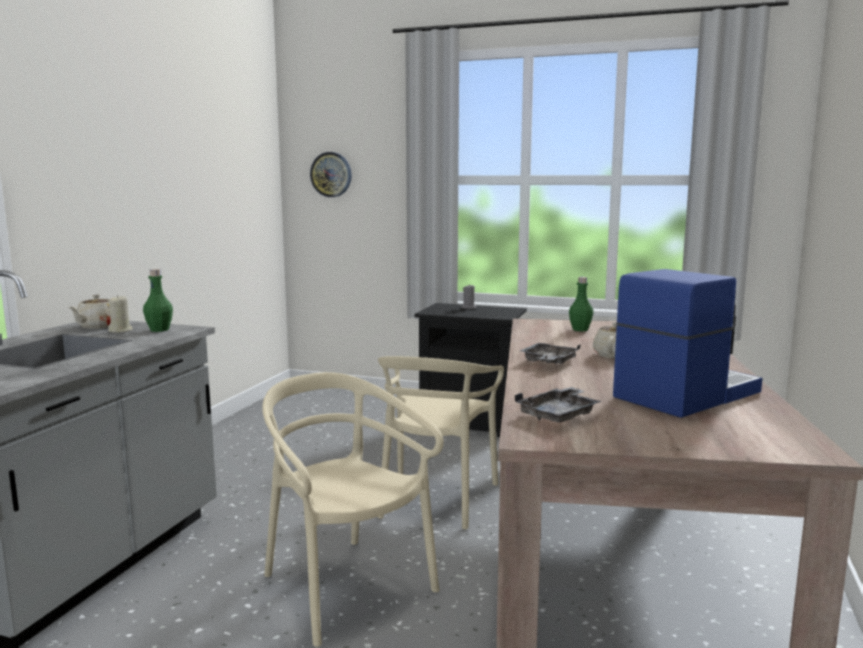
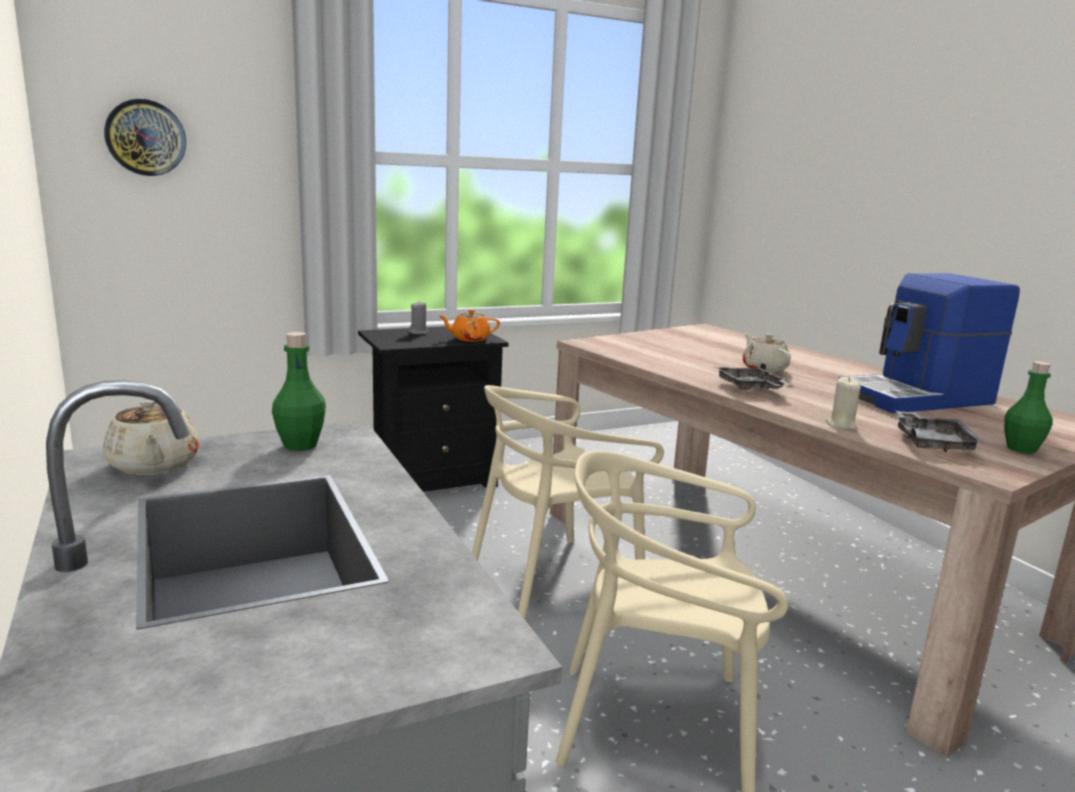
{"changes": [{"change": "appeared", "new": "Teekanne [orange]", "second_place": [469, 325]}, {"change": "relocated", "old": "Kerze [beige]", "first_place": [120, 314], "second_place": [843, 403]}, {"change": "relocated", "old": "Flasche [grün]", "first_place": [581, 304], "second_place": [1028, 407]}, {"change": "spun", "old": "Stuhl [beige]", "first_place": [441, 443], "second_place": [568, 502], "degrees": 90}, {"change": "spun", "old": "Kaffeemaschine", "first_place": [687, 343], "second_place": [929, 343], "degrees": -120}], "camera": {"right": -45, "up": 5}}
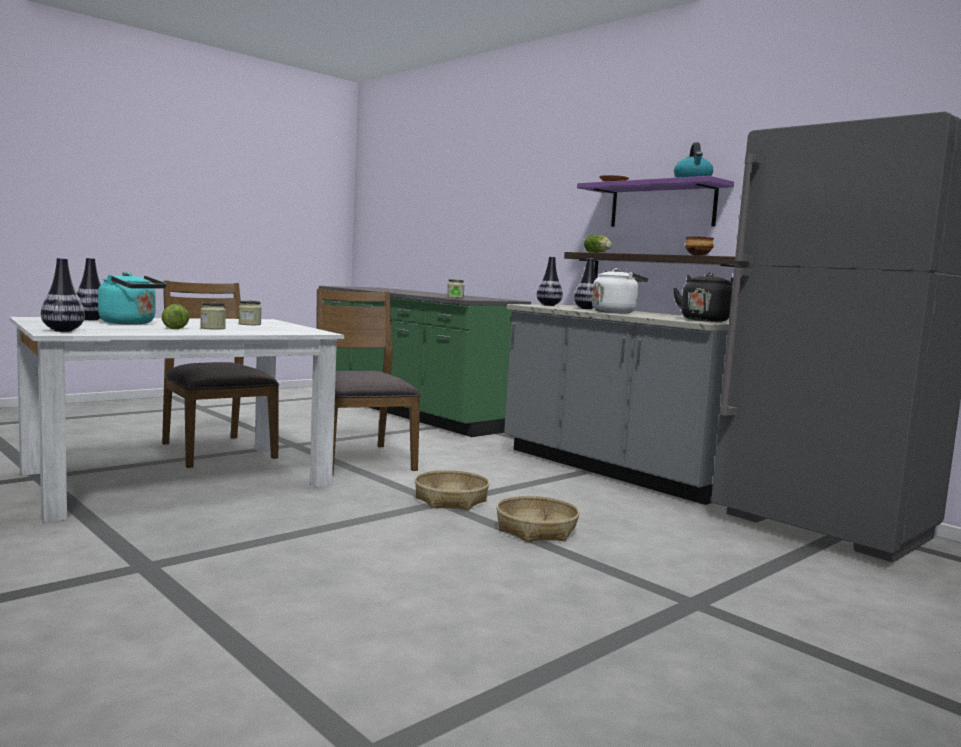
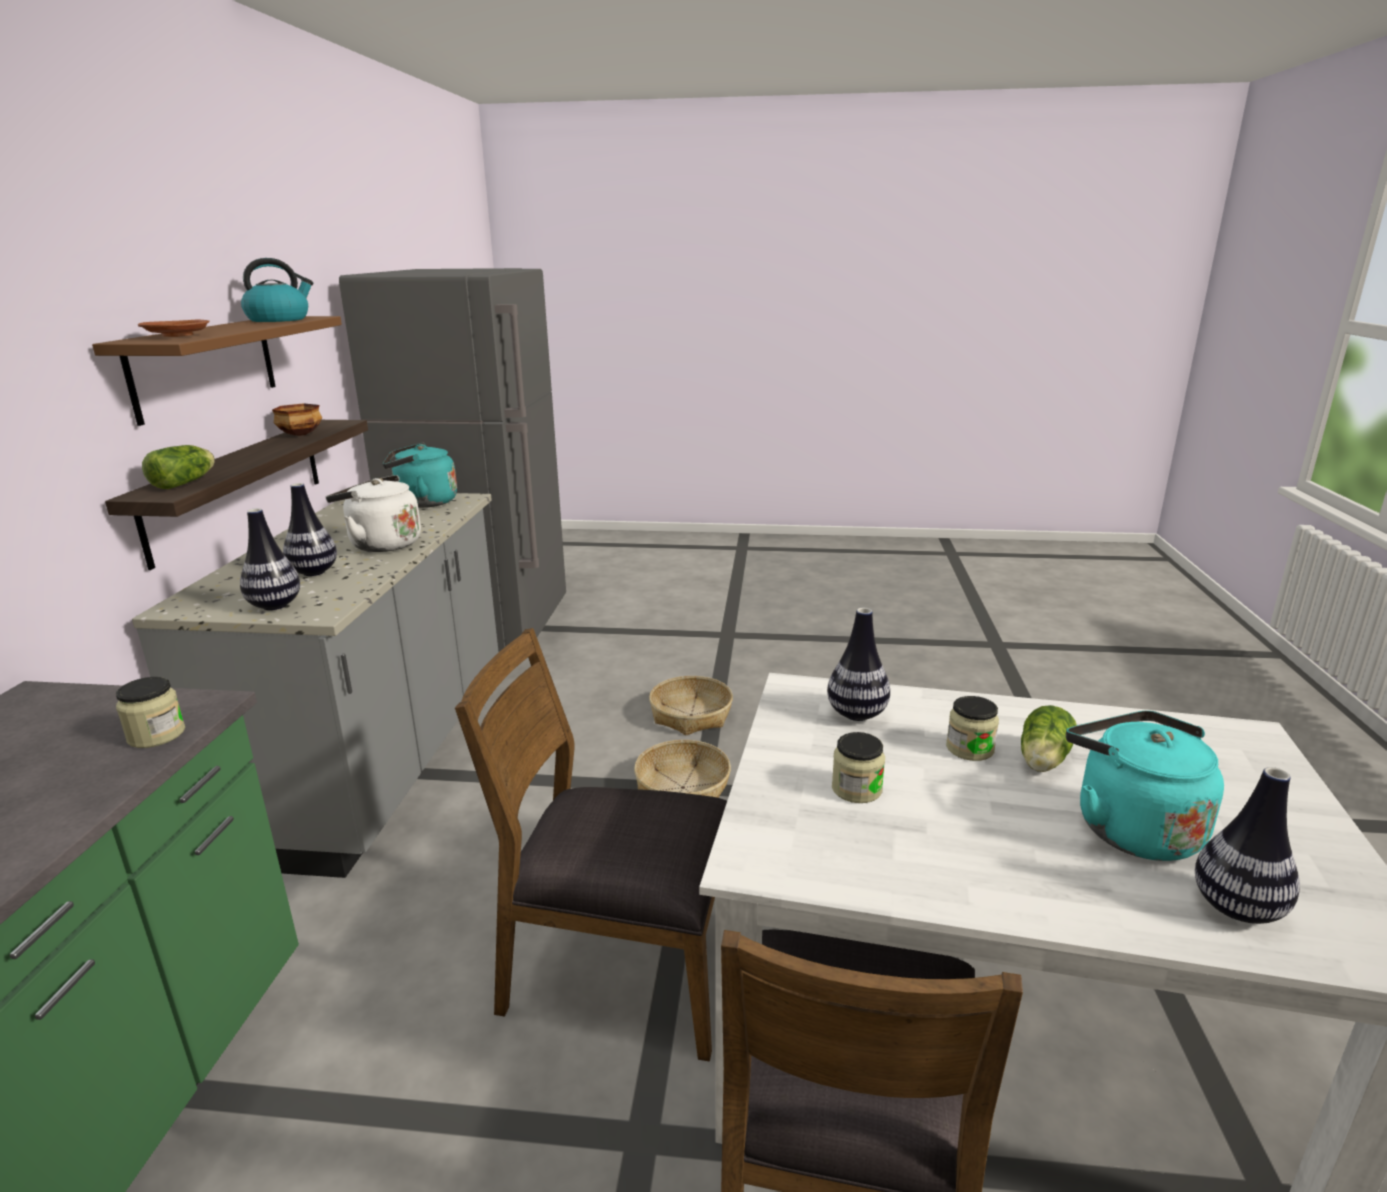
{"changes": [{"change": "relocated", "old": "Vase", "first_place": [63, 295], "second_place": [858, 664]}, {"change": "colour", "old": "Wandregal [lila]", "new": "Wandregal [braun]", "first_place": [655, 201], "second_place": [217, 371]}, {"change": "colour", "old": "Wasserkessel [schwarz]", "new": "Wasserkessel [türkis]", "first_place": [703, 297], "second_place": [419, 475]}, {"change": "spun", "old": "Stuhl [braun]", "first_place": [368, 382], "second_place": [591, 845], "degrees": 75}], "camera": {"right": -130, "up": 15}}
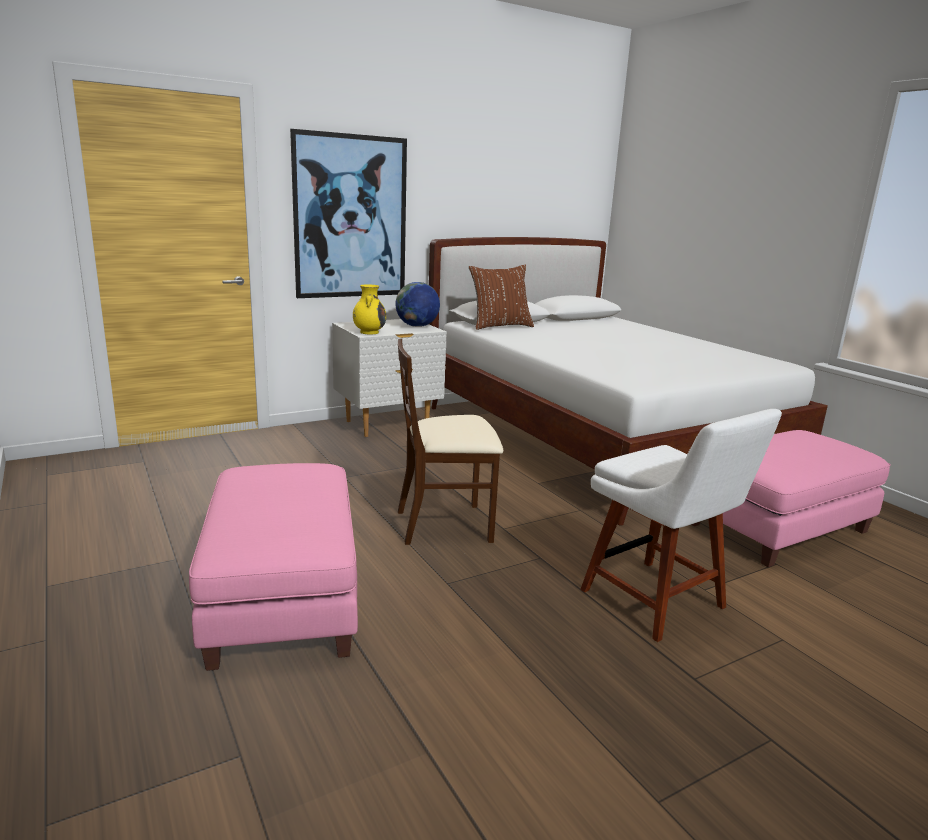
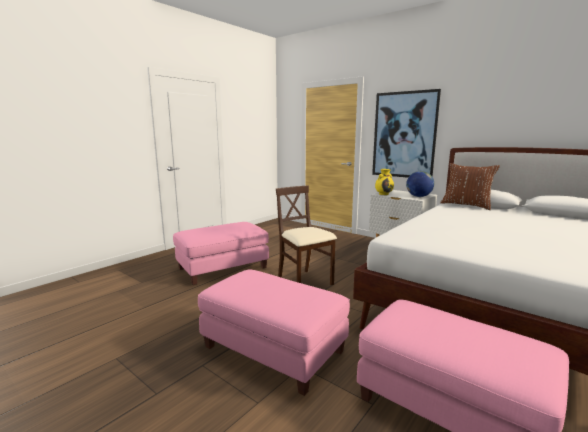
{"changes": [{"change": "exchanged", "old": "Stuhl [weiß]", "new": "Polsterhocker [rosa]", "first_place": [681, 525], "second_place": [274, 333]}], "camera": {"right": 70, "up": -5}}
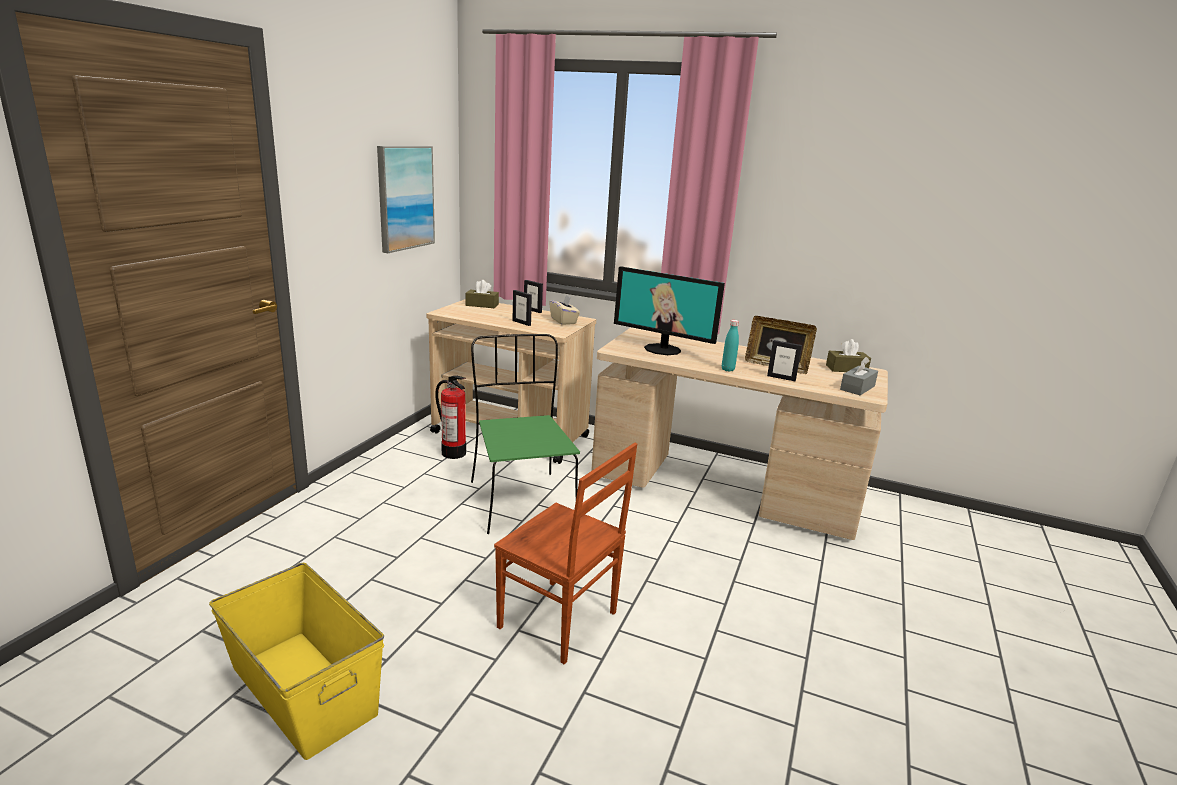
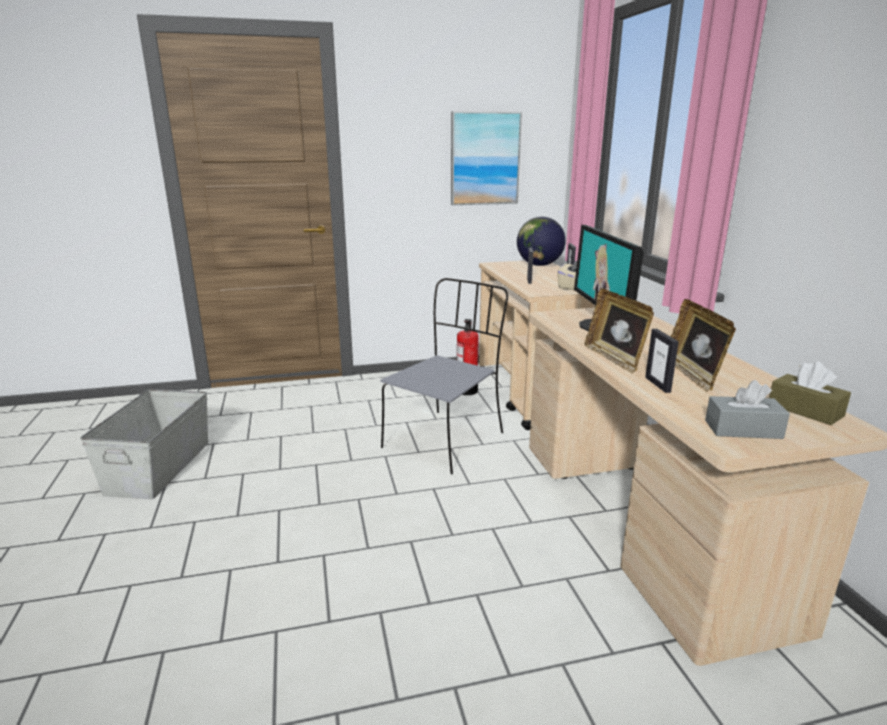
{"changes": [{"change": "missing", "old": "Stuhl [braun]", "first_place": [565, 554]}, {"change": "exchanged", "old": "Taschentuchbox [braun]", "new": "Globus", "first_place": [482, 294], "second_place": [541, 241]}, {"change": "exchanged", "old": "Flasche [türkis]", "new": "Bilderrahmen", "first_place": [730, 346], "second_place": [619, 330]}, {"change": "colour", "old": "Aufbewahrungsbox [gelb]", "new": "Aufbewahrungsbox [grau]", "first_place": [296, 661], "second_place": [144, 444]}, {"change": "colour", "old": "Stuhl [grün]", "new": "Stuhl [grau]", "first_place": [525, 434], "second_place": [444, 376]}], "camera": {"right": 55, "up": 0}}
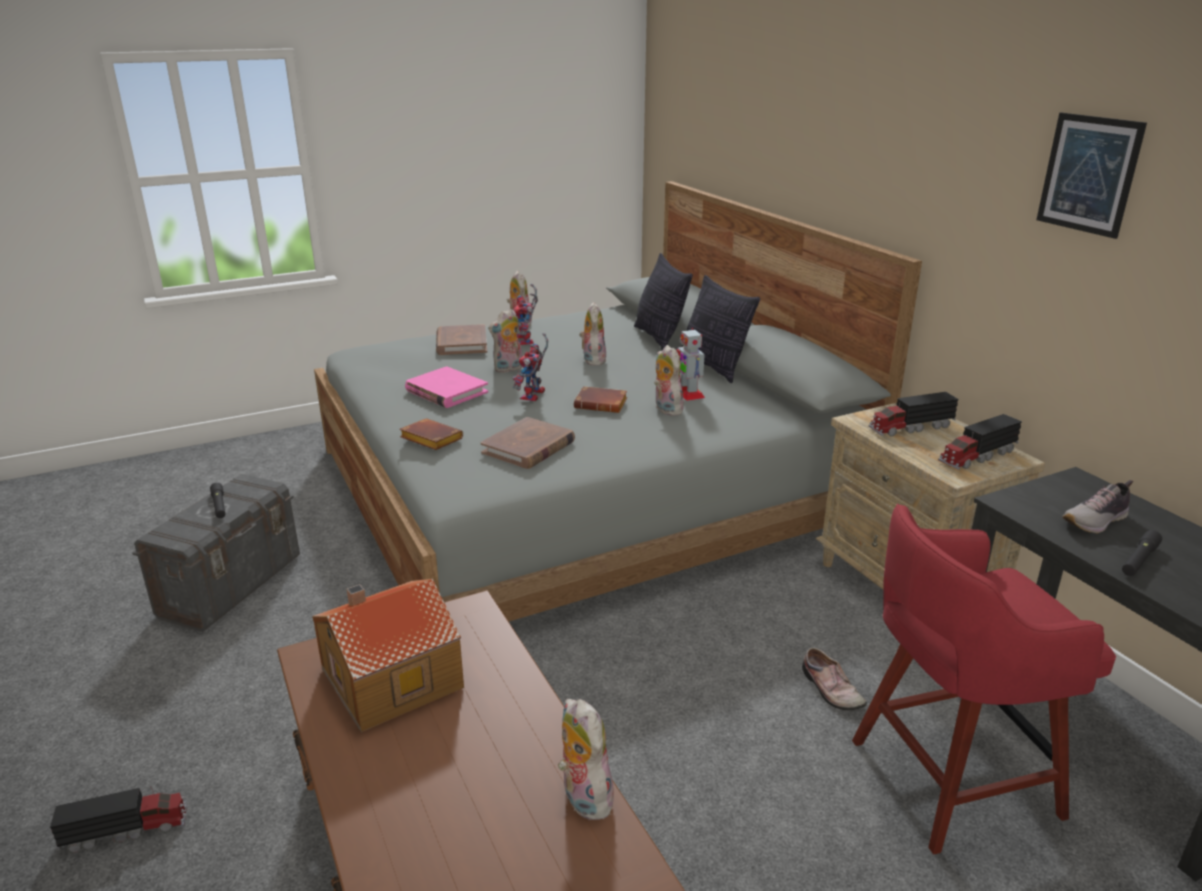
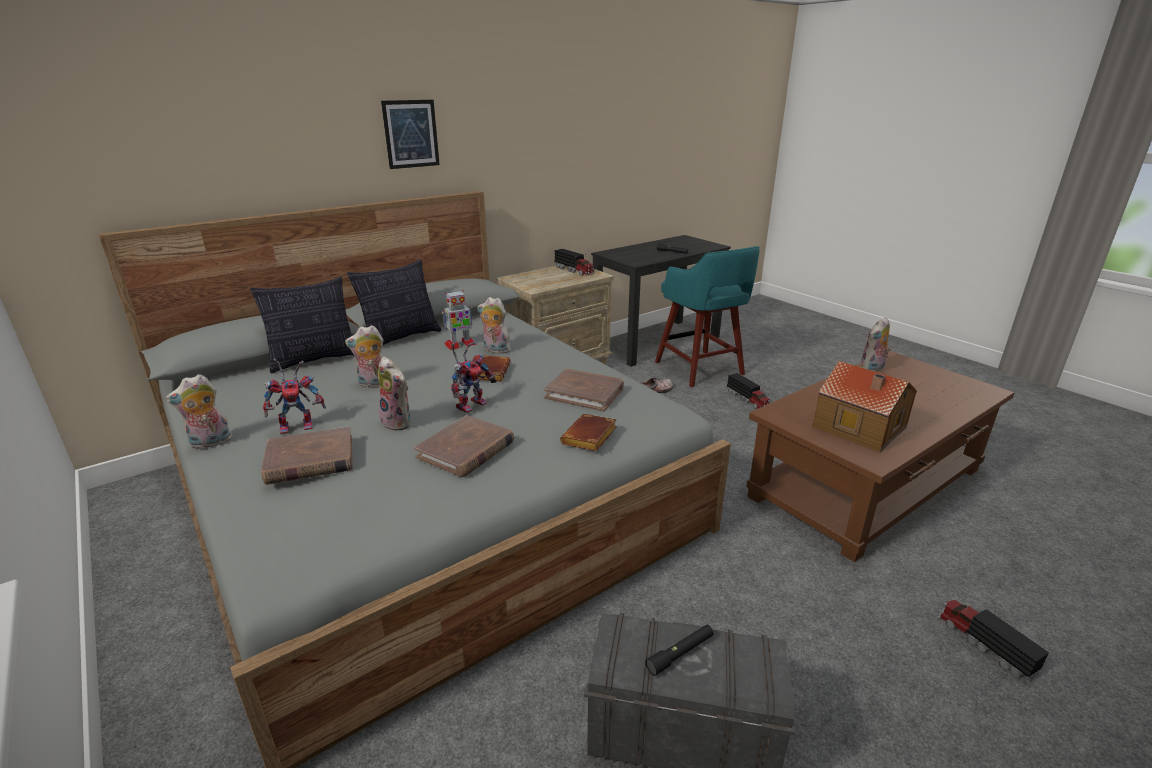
{"changes": [{"change": "missing", "old": "Schuh", "first_place": [1097, 506]}, {"change": "relocated", "old": "Spielzeuglaster", "first_place": [913, 414], "second_place": [748, 391]}, {"change": "relocated", "old": "Bild", "first_place": [1091, 176], "second_place": [410, 134]}, {"change": "colour", "old": "Buch [rosa]", "new": "Buch [braun]", "first_place": [446, 387], "second_place": [464, 446]}, {"change": "colour", "old": "Hocker [rot]", "new": "Hocker [türkis]", "first_place": [984, 679], "second_place": [707, 316]}, {"change": "spun", "old": "Spielzeugroboter", "first_place": [530, 367], "second_place": [474, 377], "degrees": -60}, {"change": "spun", "old": "Plüschtier", "first_place": [669, 380], "second_place": [494, 325], "degrees": 60}], "camera": {"right": -100, "up": 0}}
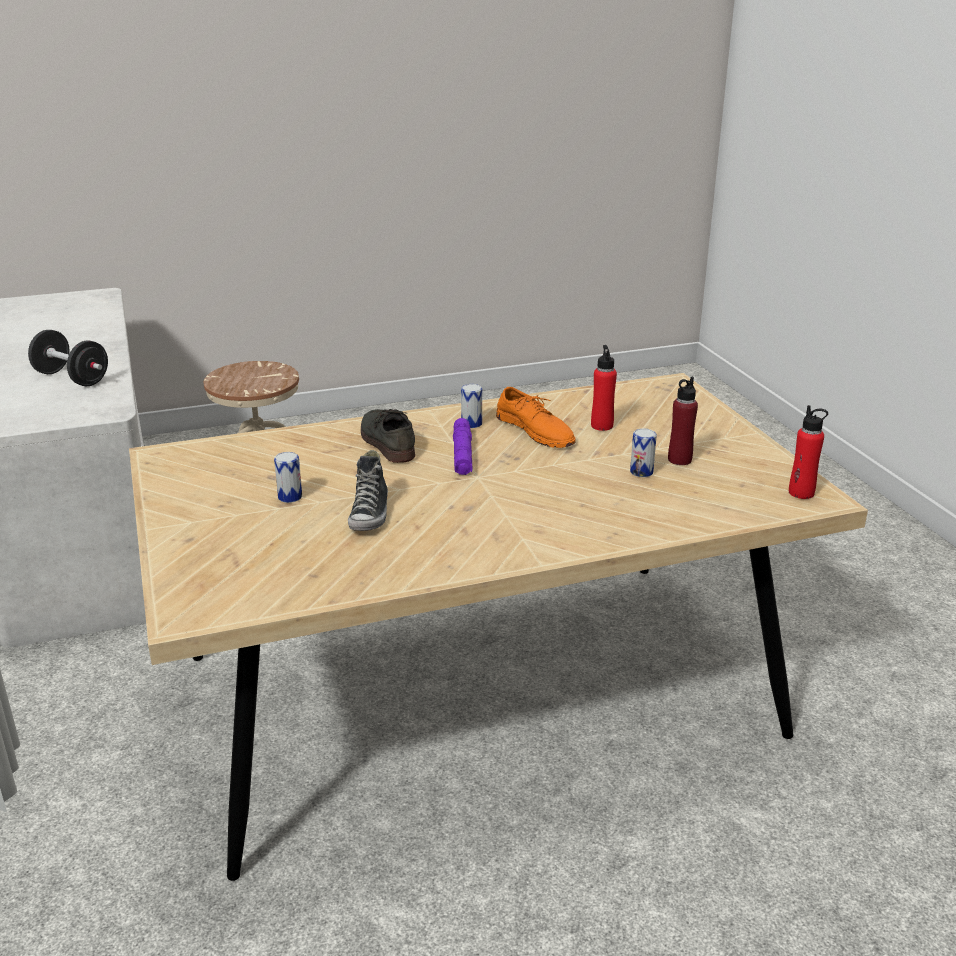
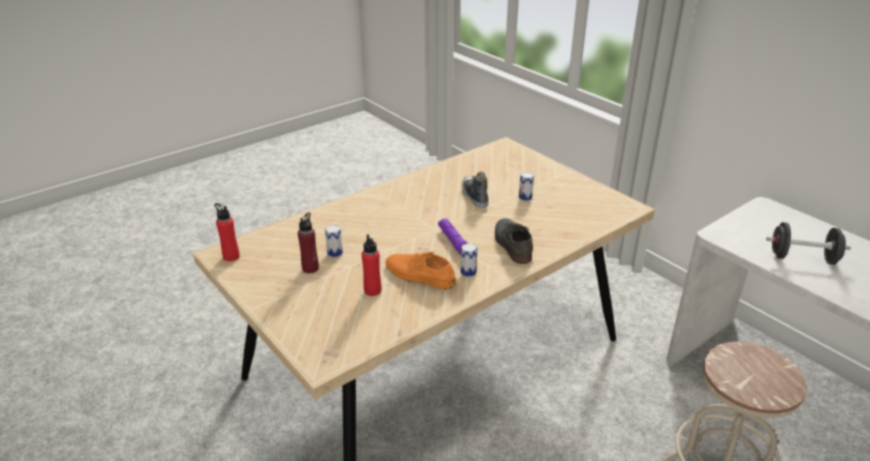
{"changes": [{"change": "spun", "old": "Schuh [grau]", "first_place": [388, 436], "second_place": [514, 241], "degrees": -150}], "camera": {"right": 160, "up": 5}}
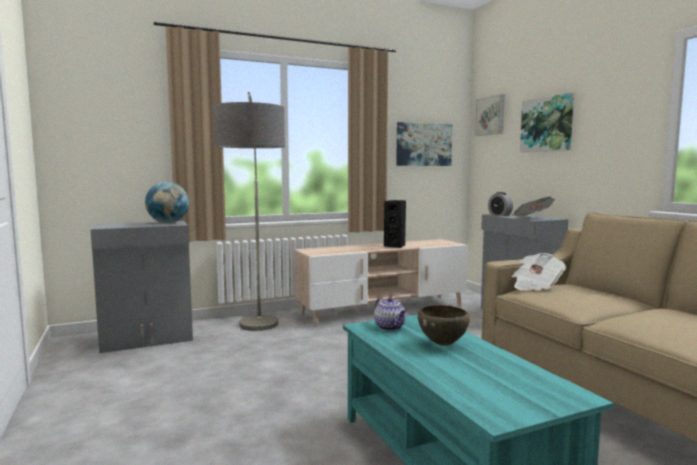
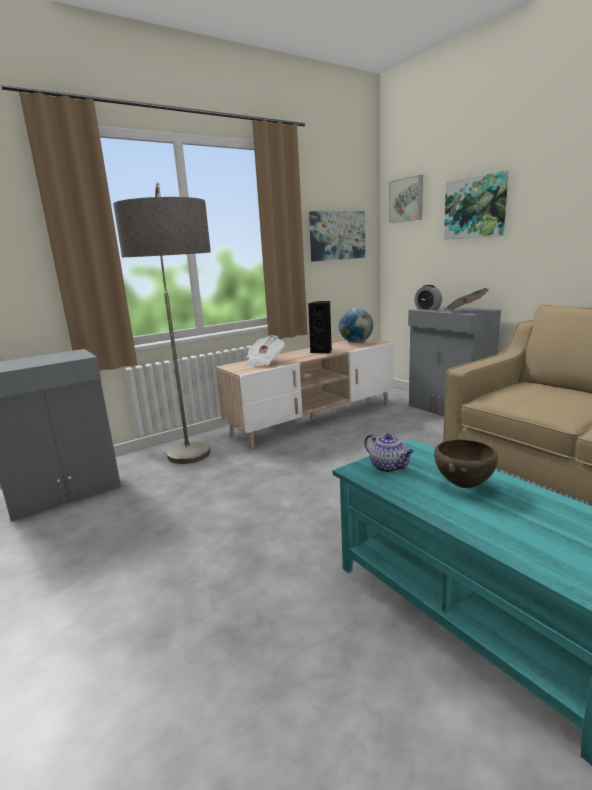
{"changes": [{"change": "relocated", "old": "Globus", "first_place": [167, 202], "second_place": [356, 325]}, {"change": "relocated", "old": "Zeitung", "first_place": [539, 271], "second_place": [265, 351]}], "camera": {"right": -10, "up": 10}}
